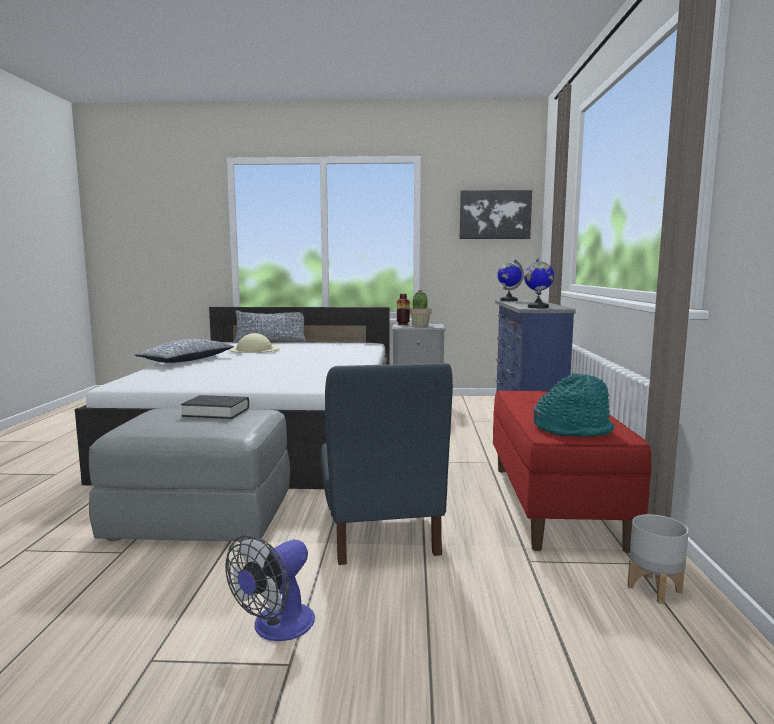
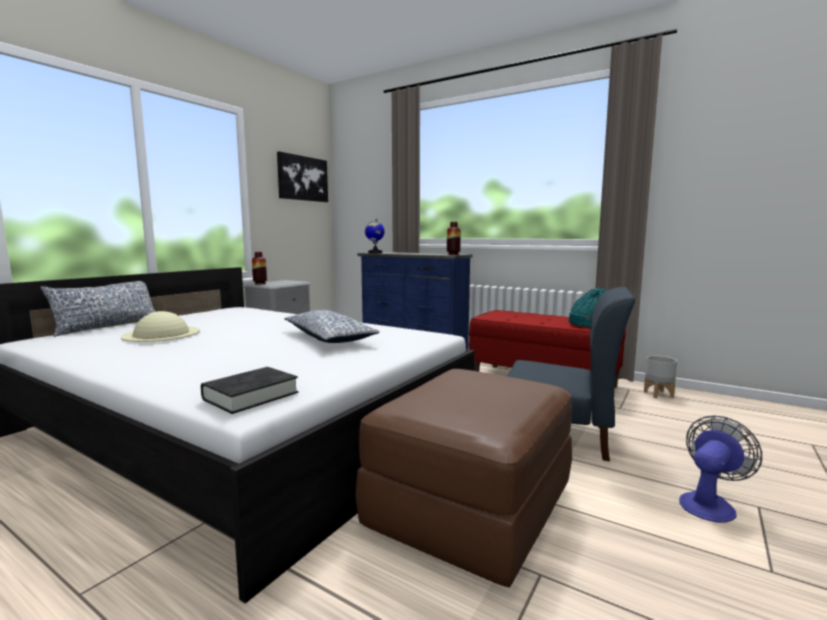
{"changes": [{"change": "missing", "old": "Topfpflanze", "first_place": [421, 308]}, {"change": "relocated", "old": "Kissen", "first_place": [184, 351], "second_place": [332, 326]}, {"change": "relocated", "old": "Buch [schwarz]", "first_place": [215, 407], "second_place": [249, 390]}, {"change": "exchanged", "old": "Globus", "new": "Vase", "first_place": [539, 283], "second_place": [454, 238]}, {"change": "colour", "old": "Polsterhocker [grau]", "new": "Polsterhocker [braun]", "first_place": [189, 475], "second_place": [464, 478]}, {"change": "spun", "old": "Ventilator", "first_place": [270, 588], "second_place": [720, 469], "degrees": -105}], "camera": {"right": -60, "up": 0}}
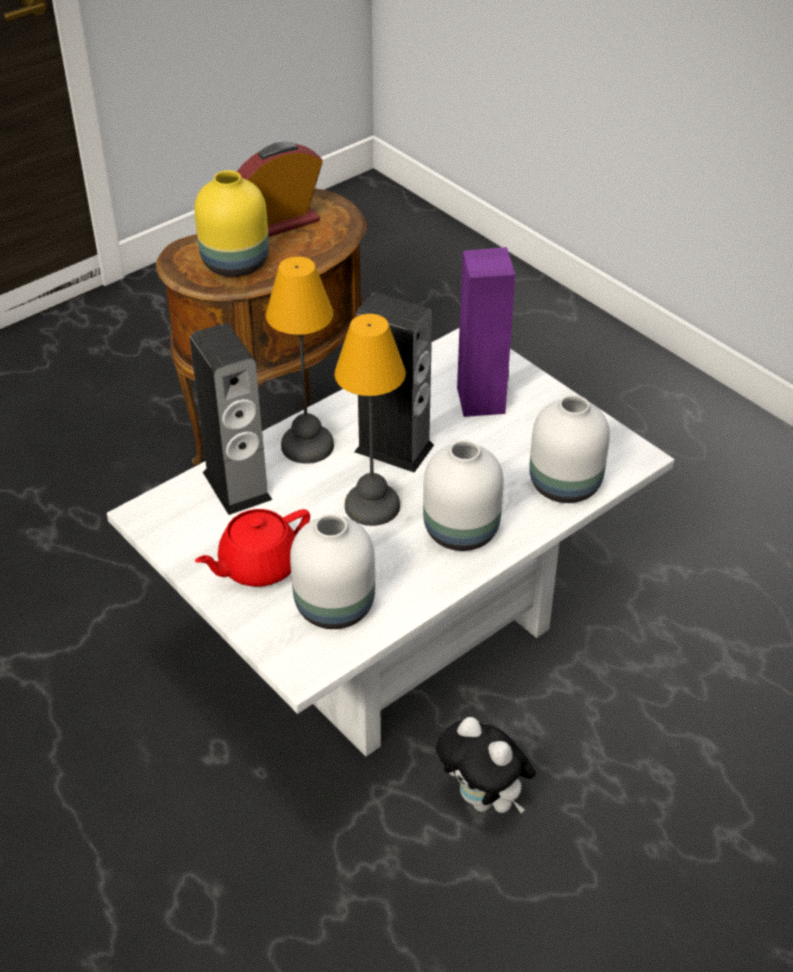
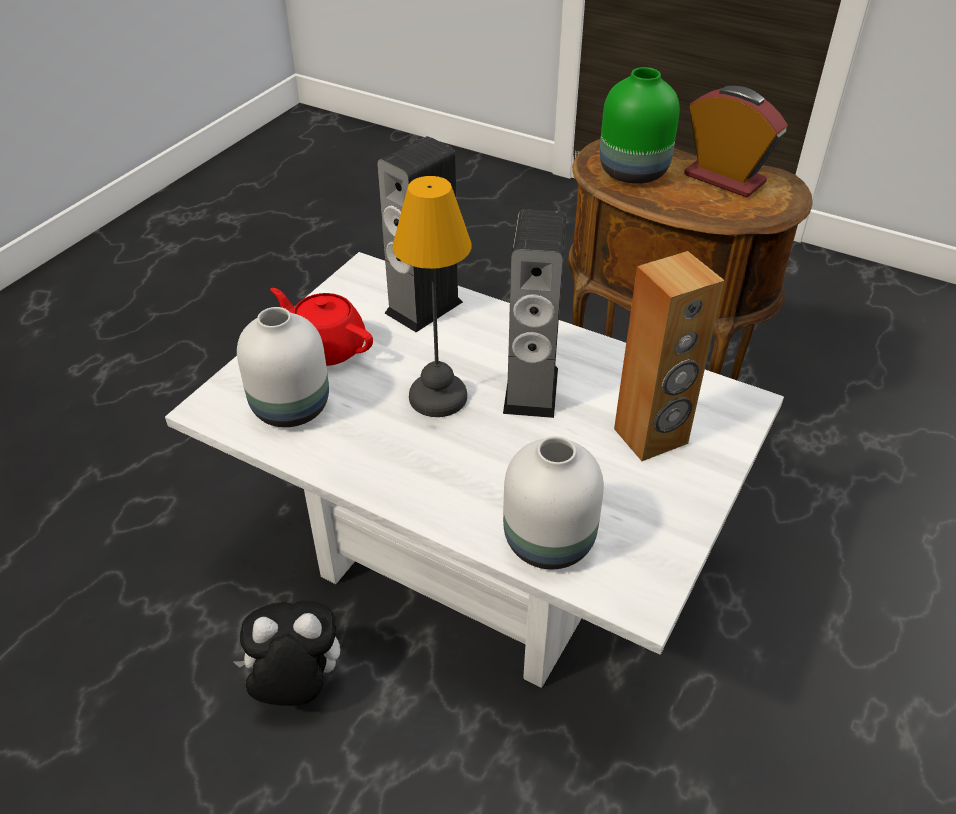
{"changes": [{"change": "missing", "old": "Tischlampe", "first_place": [300, 360]}, {"change": "missing", "old": "Vase [weiß]", "first_place": [463, 495]}, {"change": "colour", "old": "Vase [gelb]", "new": "Vase [grün]", "first_place": [231, 223], "second_place": [640, 125]}, {"change": "colour", "old": "Lautsprecher [lila]", "new": "Lautsprecher [braun]", "first_place": [486, 332], "second_place": [669, 356]}, {"change": "spun", "old": "Plüschtier", "first_place": [486, 765], "second_place": [287, 653], "degrees": 60}], "camera": {"right": 70, "up": 0}}
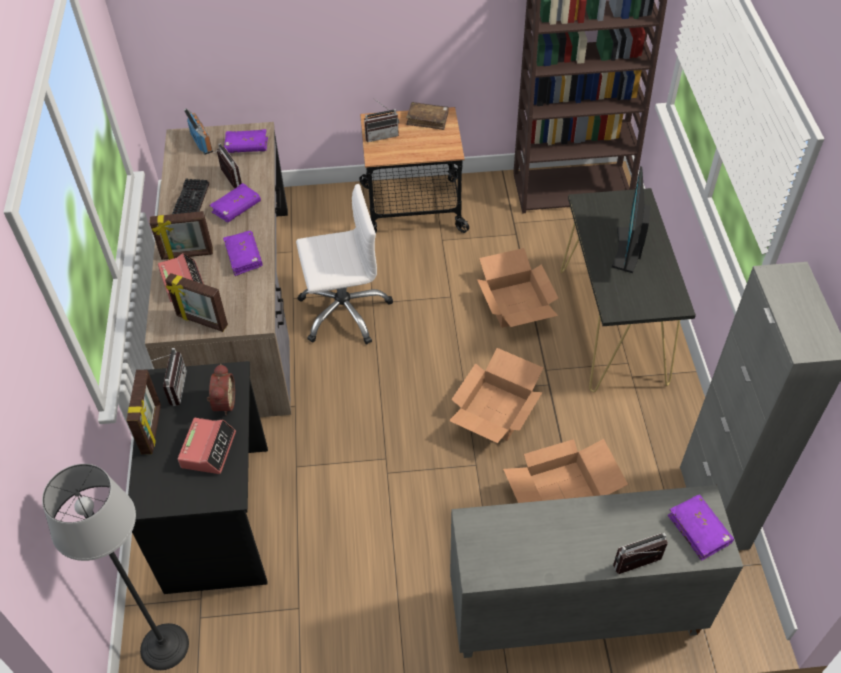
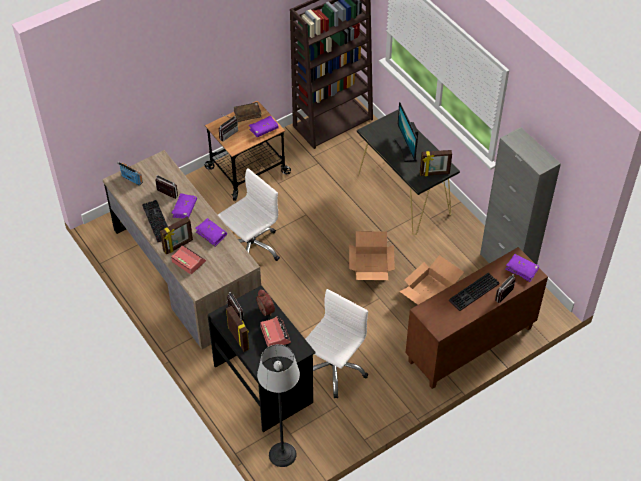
{"changes": [{"change": "missing", "old": "Karton", "first_place": [517, 288]}, {"change": "appeared", "new": "Bürostuhl [weiß]", "second_place": [336, 343]}, {"change": "appeared", "new": "Tastatur", "second_place": [474, 291]}, {"change": "relocated", "old": "Bilderrahmen", "first_place": [196, 302], "second_place": [436, 163]}, {"change": "relocated", "old": "Buch [lila]", "first_place": [246, 141], "second_place": [264, 126]}, {"change": "colour", "old": "Schrank [grau]", "new": "Schrank [braun]", "first_place": [596, 571], "second_place": [476, 318]}], "camera": {"right": -30, "up": 0}}
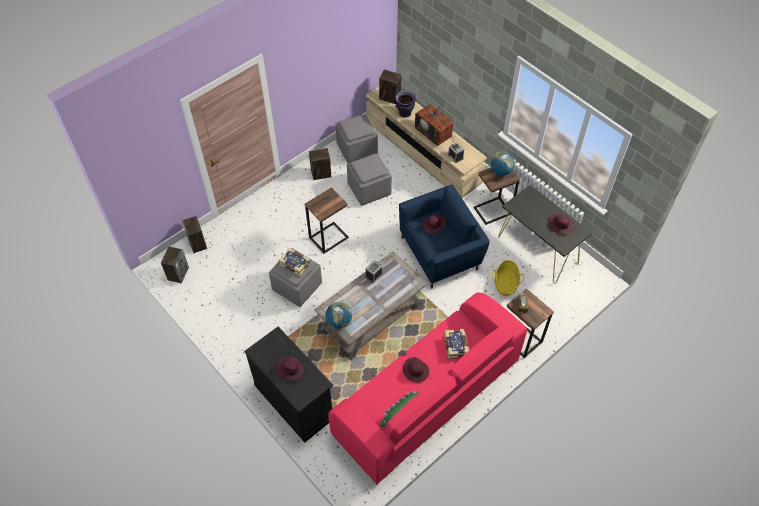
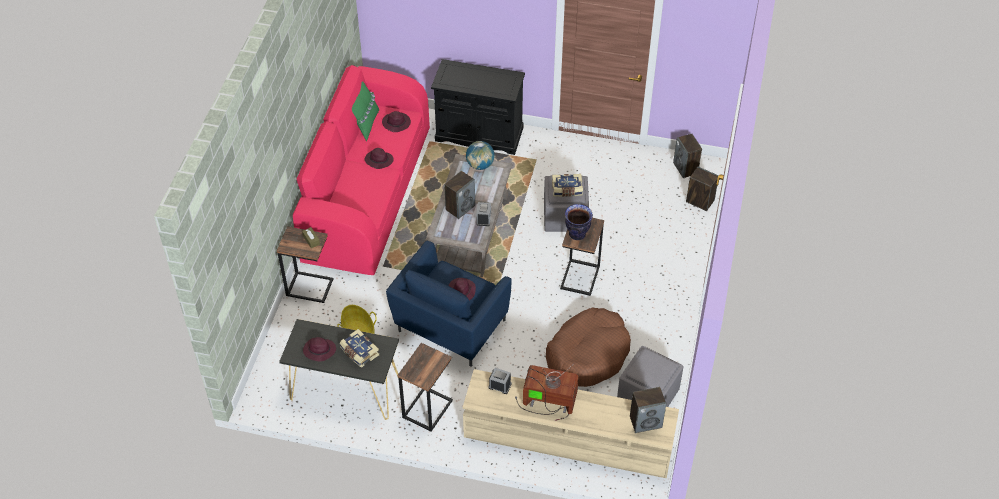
{"changes": [{"change": "missing", "old": "Globus", "first_place": [502, 163]}, {"change": "relocated", "old": "Hut [lila]", "first_place": [290, 368], "second_place": [396, 121]}, {"change": "relocated", "old": "Lautsprecher", "first_place": [320, 164], "second_place": [459, 195]}, {"change": "relocated", "old": "Vase", "first_place": [405, 104], "second_place": [579, 222]}, {"change": "relocated", "old": "Buch", "first_place": [456, 344], "second_place": [359, 348]}, {"change": "exchanged", "old": "Polsterhocker [grau]", "new": "Hundebett [braun]", "first_place": [369, 179], "second_place": [588, 347]}], "camera": {"right": 145, "up": -5}}
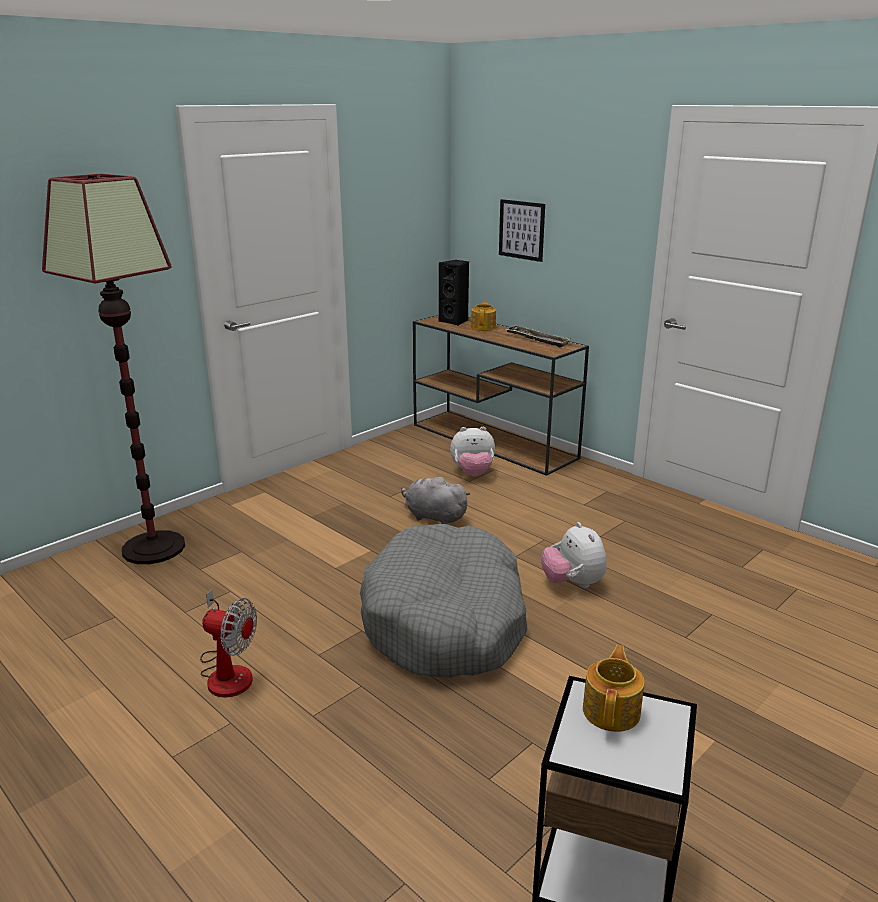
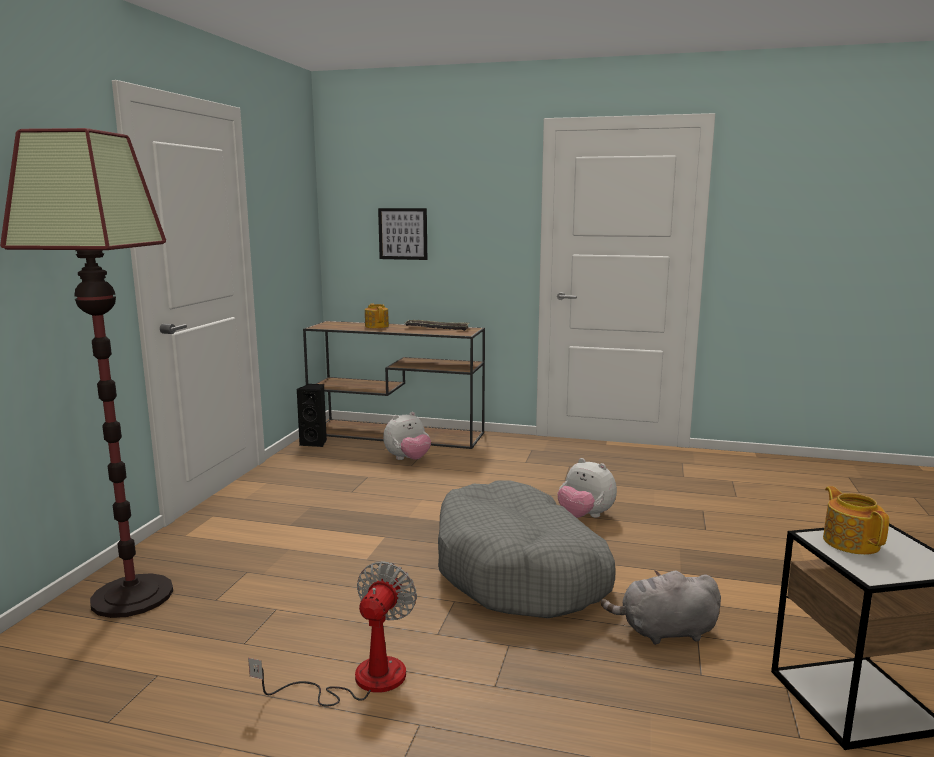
{"changes": [{"change": "relocated", "old": "Plüschtier [grau]", "first_place": [435, 500], "second_place": [661, 607]}, {"change": "relocated", "old": "Lautsprecher [schwarz]", "first_place": [454, 293], "second_place": [312, 415]}, {"change": "spun", "old": "Ventilator", "first_place": [228, 643], "second_place": [332, 634], "degrees": -60}], "camera": {"right": -30, "up": -10}}
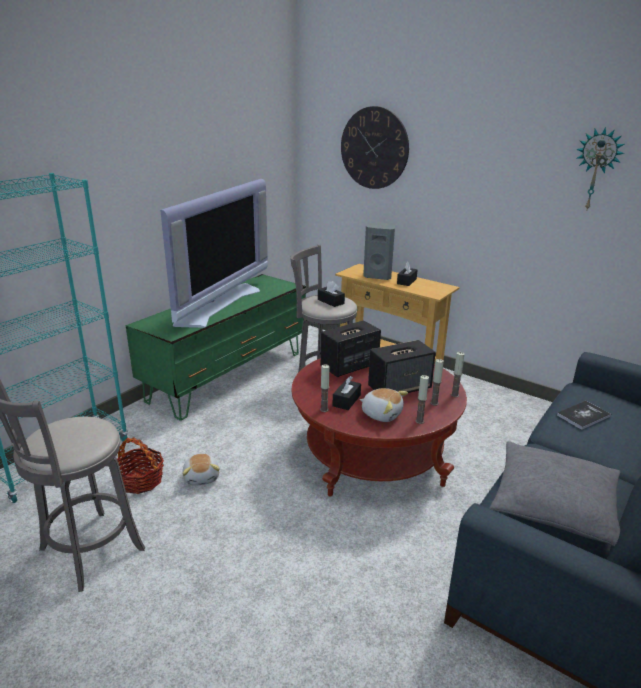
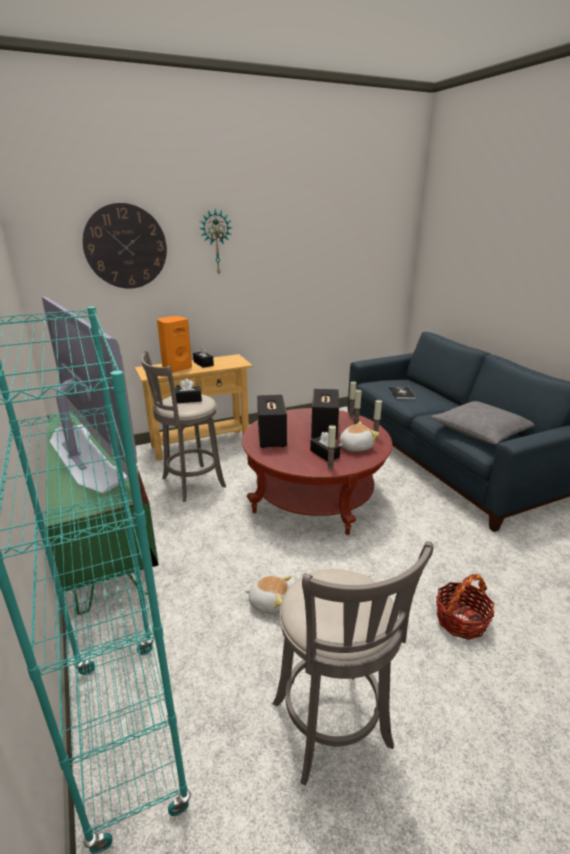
{"changes": [{"change": "relocated", "old": "Korb", "first_place": [140, 465], "second_place": [465, 607]}, {"change": "relocated", "old": "Wanduhr", "first_place": [600, 168], "second_place": [216, 241]}, {"change": "colour", "old": "Lautsprecher [grau]", "new": "Lautsprecher [orange]", "first_place": [379, 251], "second_place": [174, 344]}], "camera": {"right": -60, "up": 0}}
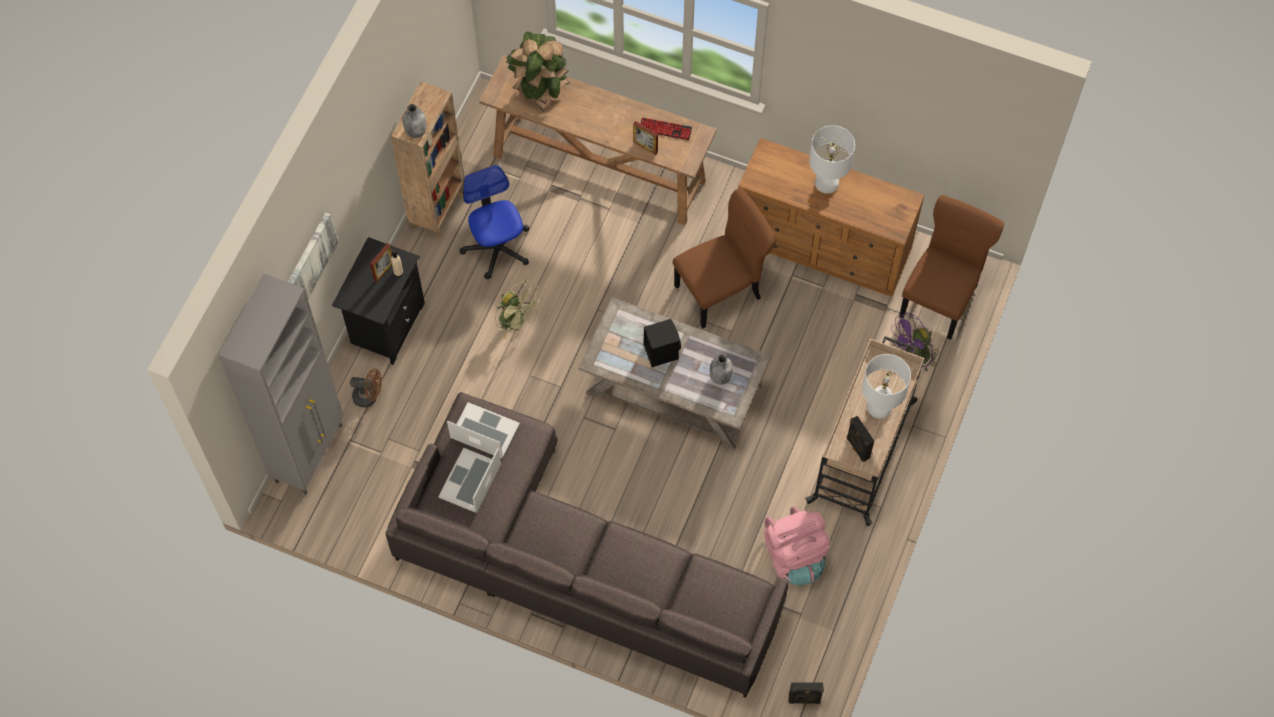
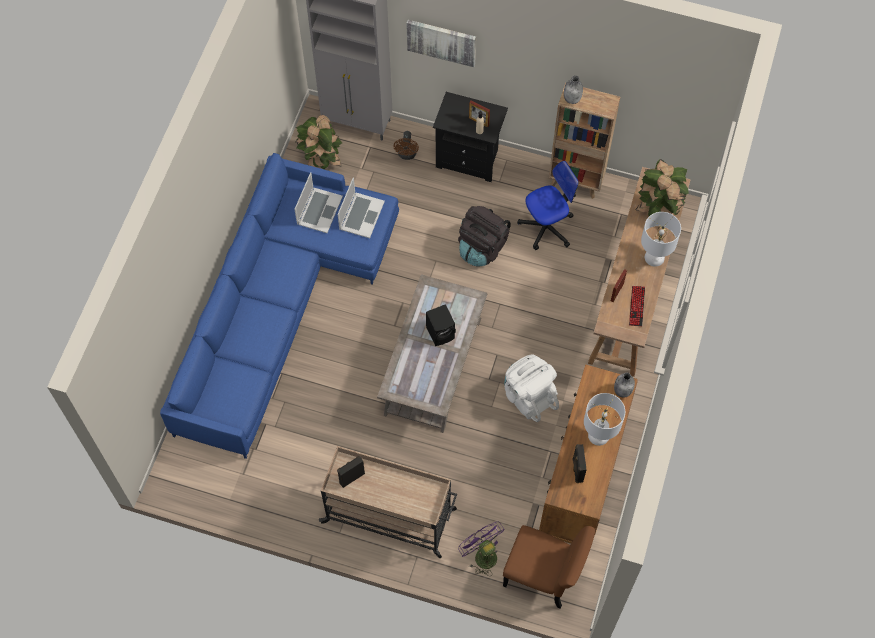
{"changes": [{"change": "missing", "old": "Rucksack [rosa]", "first_place": [797, 545]}, {"change": "appeared", "new": "Topfpflanze", "second_place": [319, 142]}, {"change": "relocated", "old": "Flasche [grau]", "first_place": [721, 369], "second_place": [624, 385]}, {"change": "relocated", "old": "Lautsprecher [schwarz]", "first_place": [806, 693], "second_place": [579, 463]}, {"change": "relocated", "old": "Tischlampe [weiß]", "first_place": [886, 386], "second_place": [661, 239]}, {"change": "exchanged", "old": "Ventilator [grün]", "new": "Rucksack [schwarz]", "first_place": [518, 309], "second_place": [484, 236]}, {"change": "exchanged", "old": "Stuhl [braun]", "new": "Rucksack [weiß]", "first_place": [725, 258], "second_place": [531, 388]}, {"change": "colour", "old": "Sofa [grau]", "new": "Sofa [blau]", "first_place": [587, 545], "second_place": [279, 306]}, {"change": "spun", "old": "Laptop", "first_place": [469, 480], "second_place": [318, 202], "degrees": 90}], "camera": {"right": 85, "up": 0}}
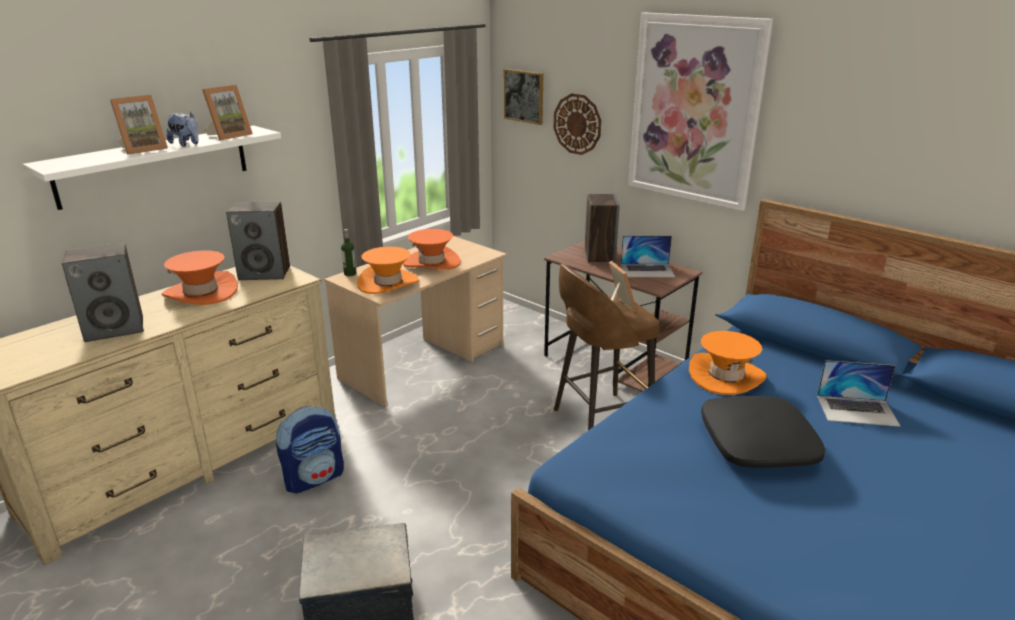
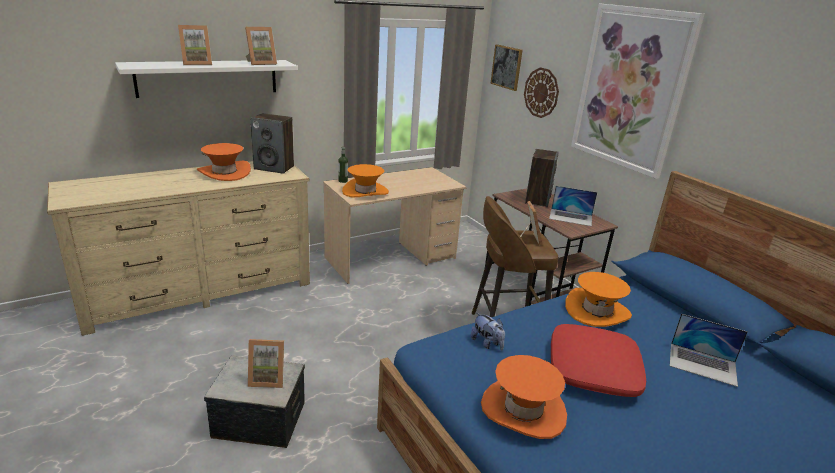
{"changes": [{"change": "missing", "old": "Lautsprecher", "first_place": [103, 292]}, {"change": "missing", "old": "Rucksack", "first_place": [310, 449]}, {"change": "appeared", "new": "Bilderrahmen", "second_place": [266, 363]}, {"change": "relocated", "old": "Plüschtier", "first_place": [183, 129], "second_place": [487, 331]}, {"change": "relocated", "old": "Hut [orange]", "first_place": [431, 249], "second_place": [524, 397]}, {"change": "colour", "old": "Kissen [schwarz]", "new": "Kissen [rot]", "first_place": [763, 432], "second_place": [598, 360]}], "camera": {"right": 15, "up": 0}}
